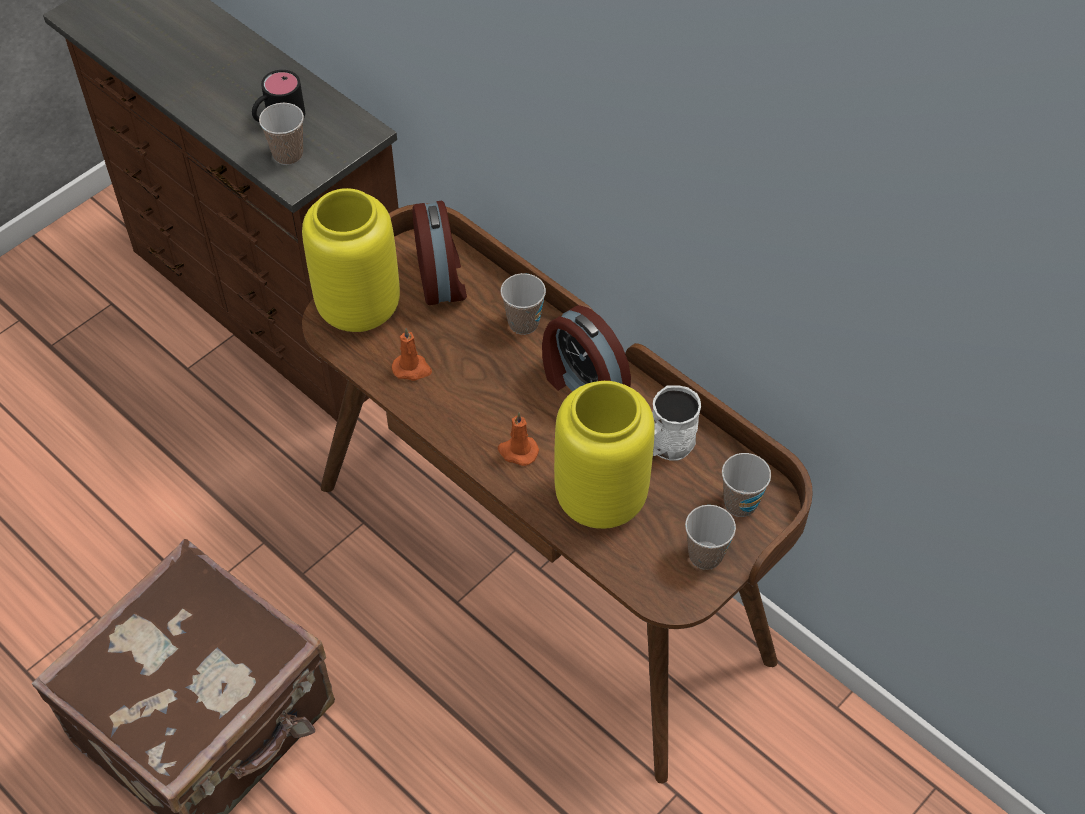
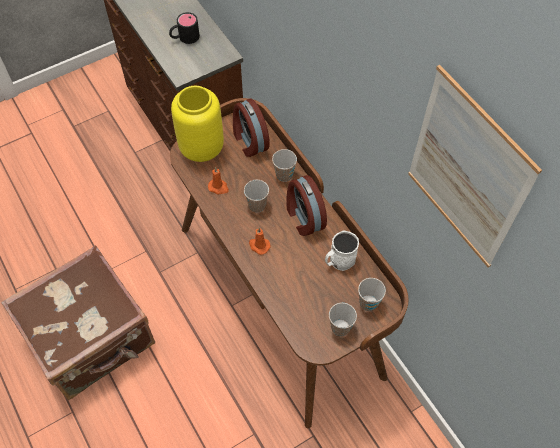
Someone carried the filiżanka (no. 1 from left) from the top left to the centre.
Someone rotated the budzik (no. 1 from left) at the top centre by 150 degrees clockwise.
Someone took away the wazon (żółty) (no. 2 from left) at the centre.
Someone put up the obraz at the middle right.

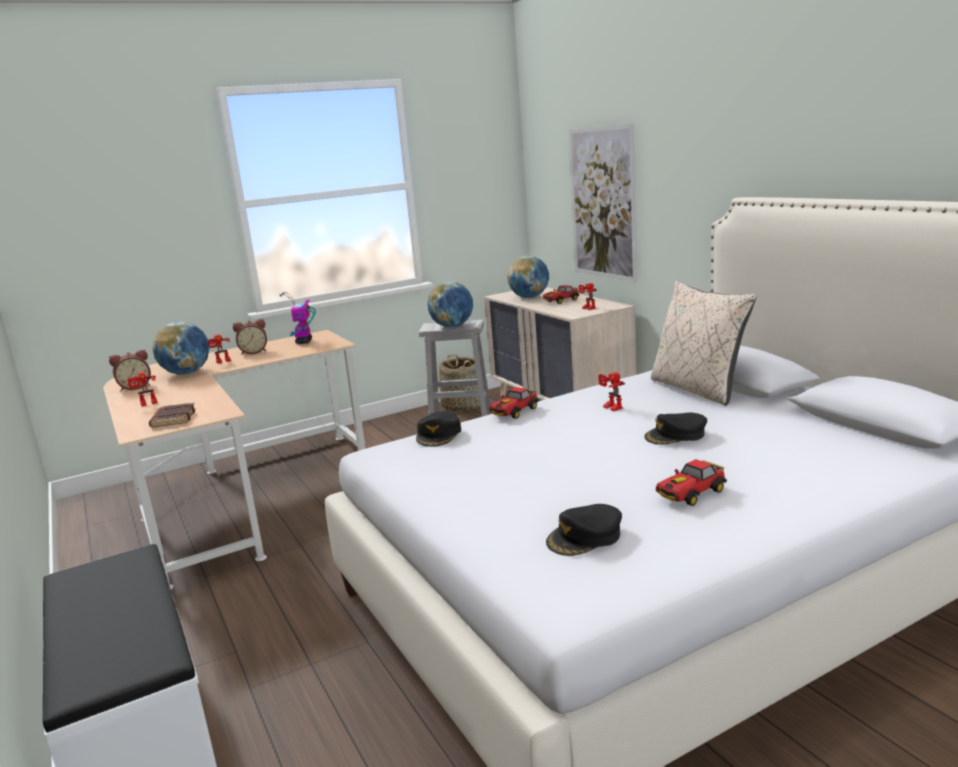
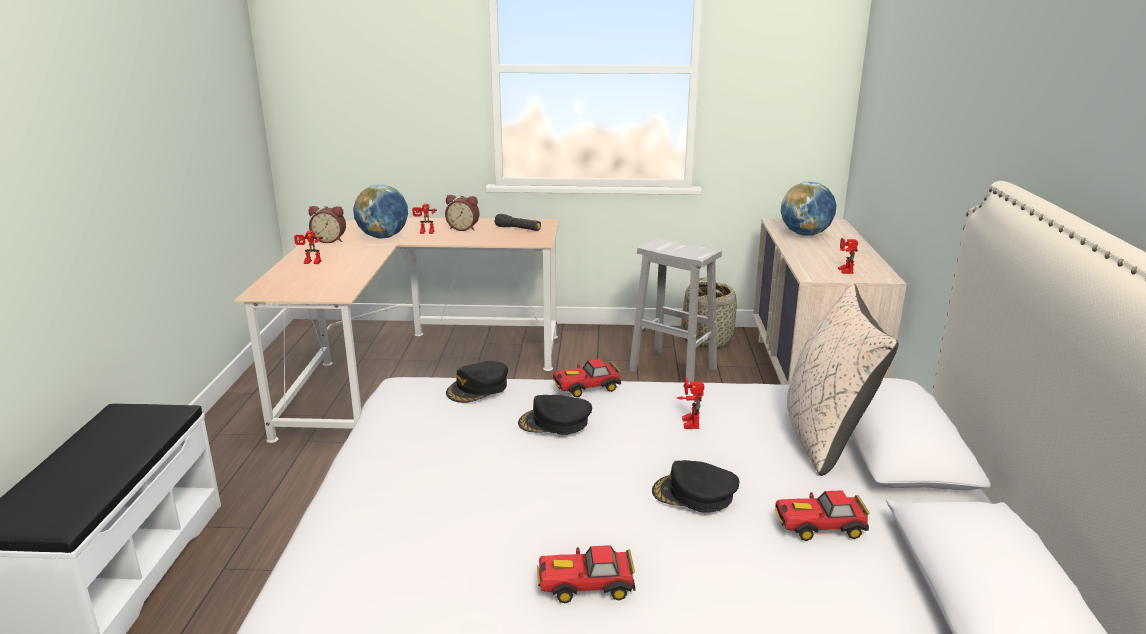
Someone took away the obraz at the top centre.
Someone took away the globus (no. 2 from left) at the centre.
Someone carried the samochodzik (no. 2 from left in the first image) from the centre to the bottom right.
Someone swapped the robot zabawkowy (no. 3 from left) at the middle left for the latarka (czarny) at the centre.
Someone took away the książka (brązowy) at the middle left.
Someone carried the czapka z daszkiem (czarny) (no. 2 from left) from the bottom centre to the centre.

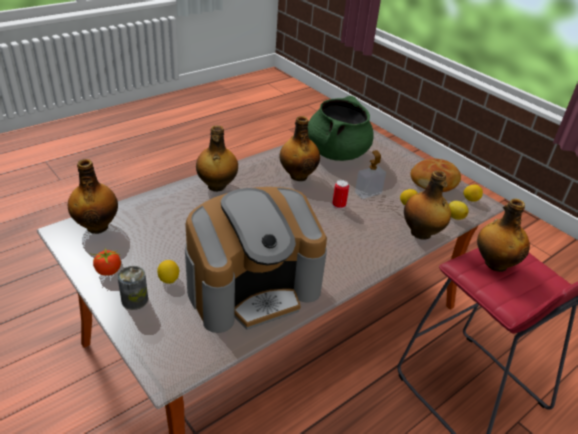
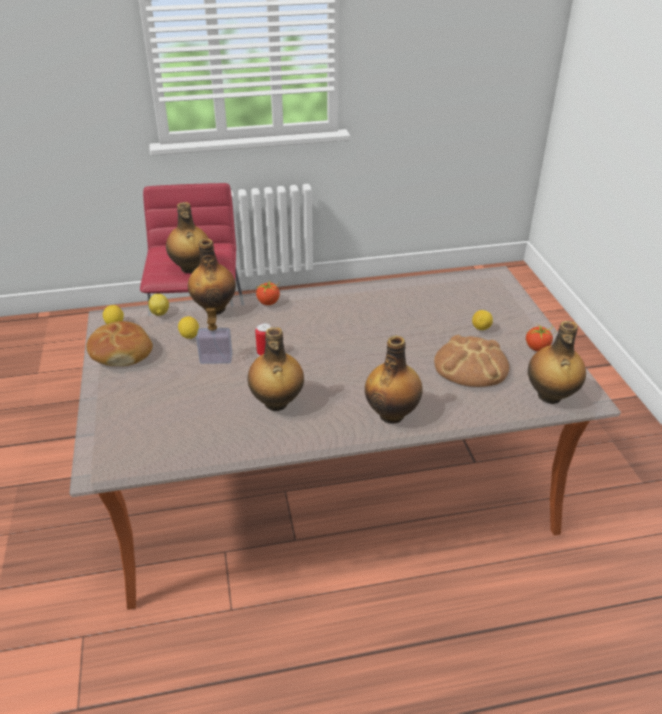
Someone took away the garnek (zielony) at the top centre.
Someone took away the ekspres do kawy at the centre.
Someone took away the puszka (no. 1 from left) at the middle left.
Someone put down the pomidor (no. 1 from left) at the centre.
Someone put down the chleb (no. 2 from left) at the middle right.

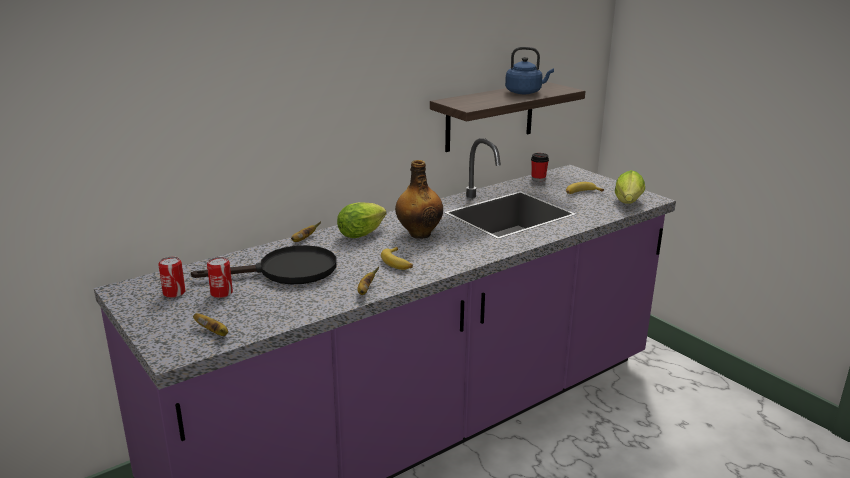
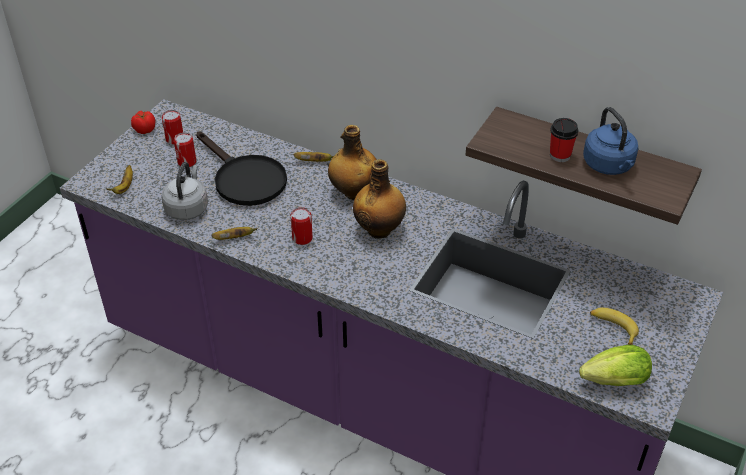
Someone carried the filiżanka from the centre to the top right.
Someone swapped the sałata (no. 1 from left) at the centre for the butelka (no. 1 from left) at the centre.
Someone swapped the banan (no. 4 from left) at the centre for the puszka (no. 3 from left) at the centre.
Someone put down the pomidor at the top left.
Someone put down the czajnik (szary) at the middle left.

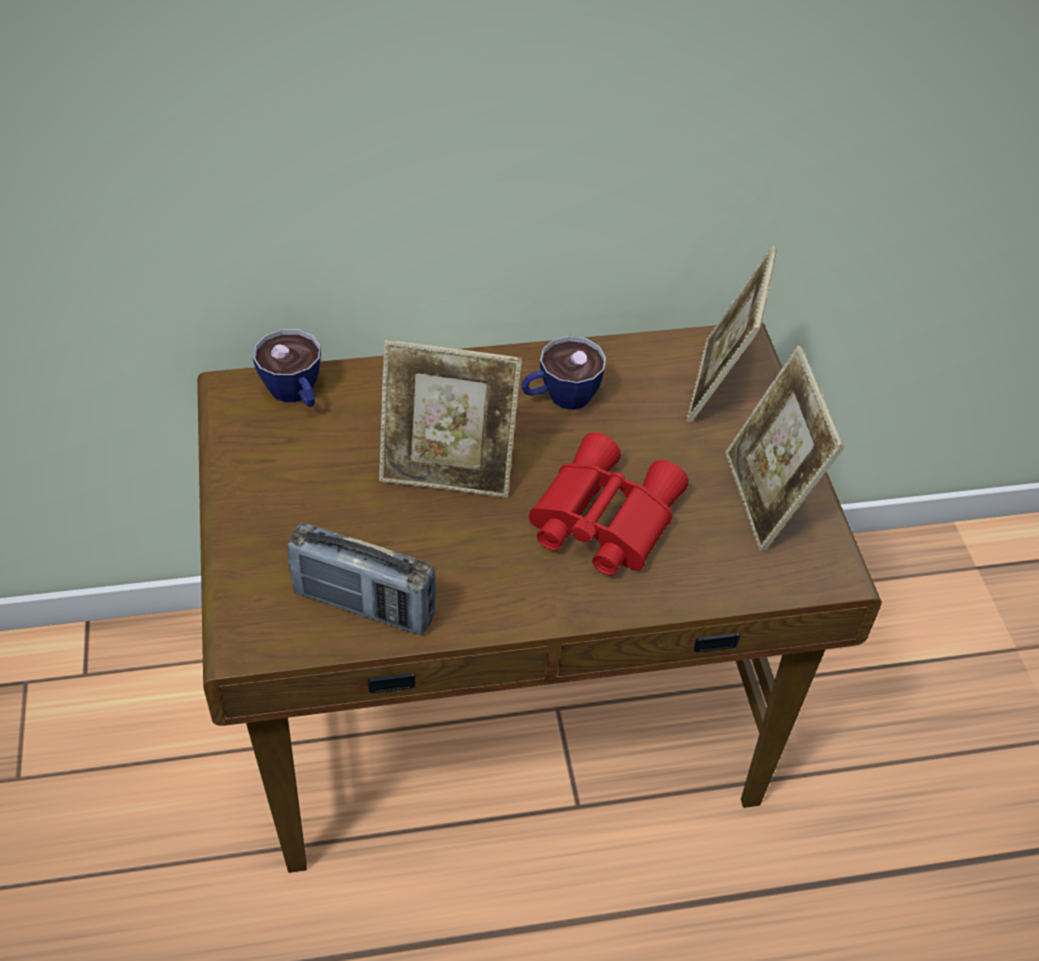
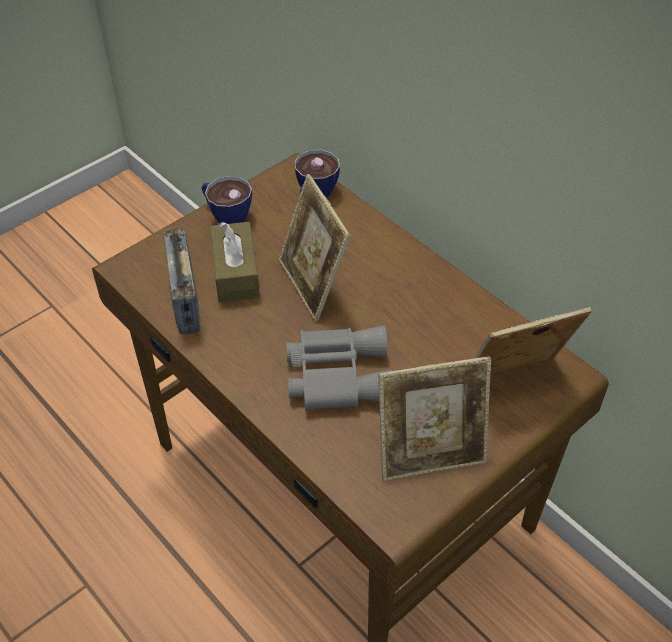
Someone carried the filiżanka (no. 2 from left in the first image) from the centre to the top centre.
Someone rotated the ramka na zdjęcie (no. 3 from left in the first image) at the middle right by 150 degrees counterclockwise.
Someone repainted the lornetka (czerwony) at the centre, which became the lornetka (szary) at the centre.
Someone put down the pudełko chusteczek (brązowy) at the centre.

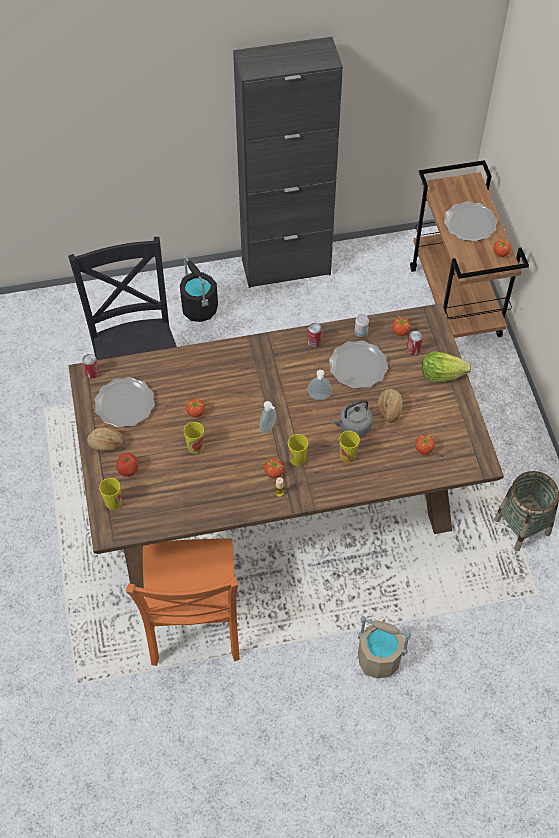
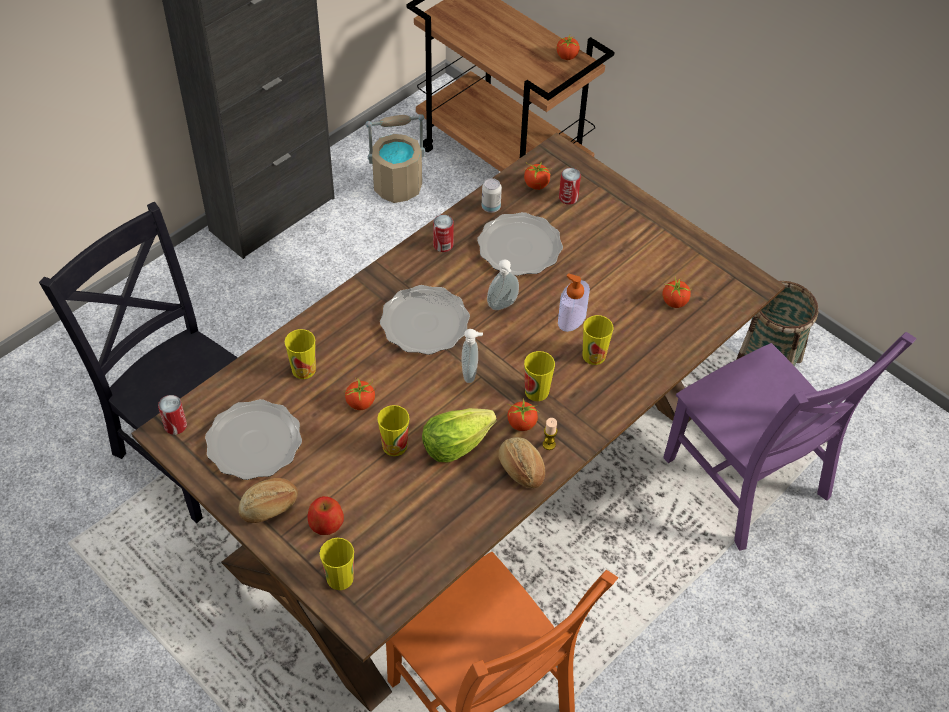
Someone carried the talerz (no. 3 from left in the first image) from the top right to the centre.
Someone took away the wiadro (czarny) at the centre.
Someone carried the sałata from the middle right to the centre.
Someone carried the chleb (no. 2 from left) from the middle right to the centre.
Someone swapped the czajnik (szary) at the centre for the dozownik mydła (no. 3 from left) at the centre.
Someone carried the wiadro (beżowy) from the bottom right to the top centre.
Someone put down the filiżanka (no. 1 from left) at the middle left.
Someone put down the krzesło (fioletowy) at the middle right.

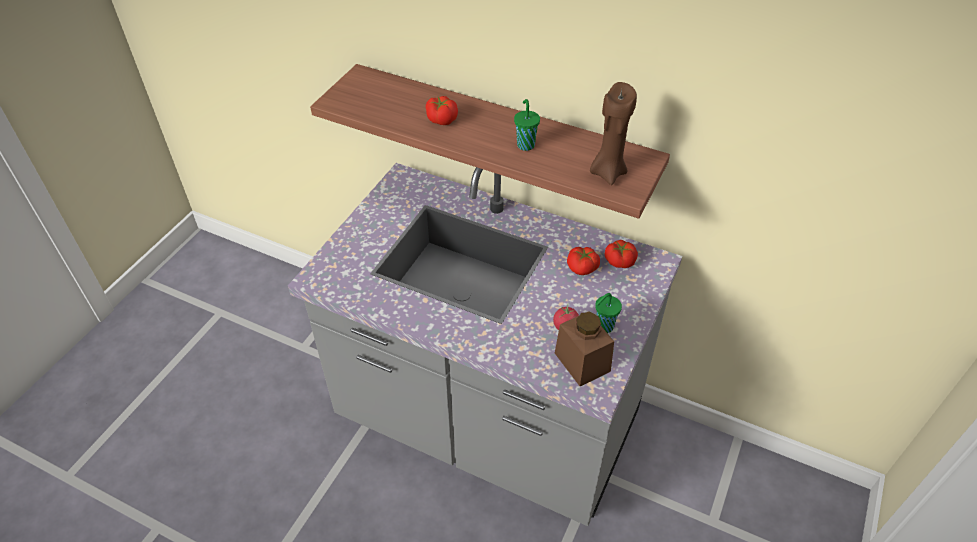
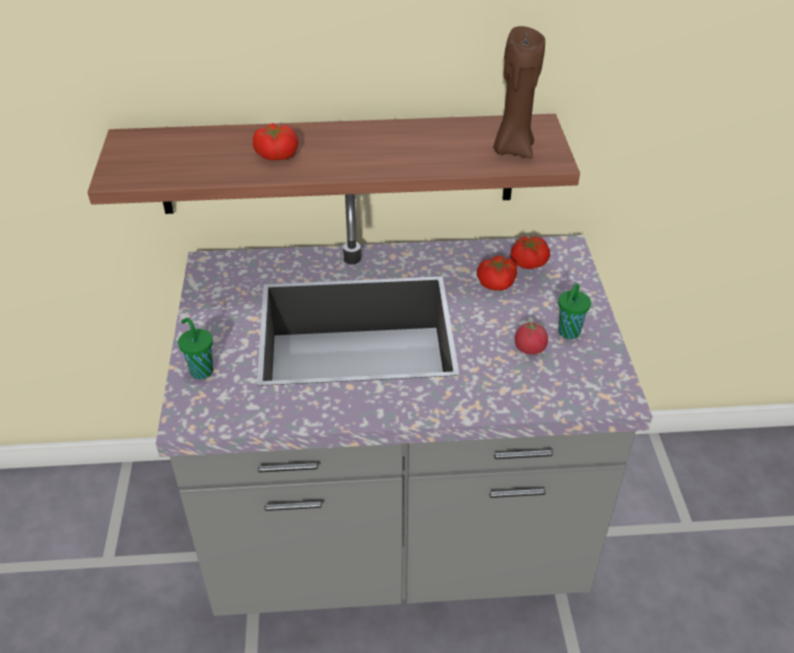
Someone carried the filiżanka (zielony) (no. 1 from left) from the top centre to the middle left.
Someone took away the słoik (brązowy) at the centre.

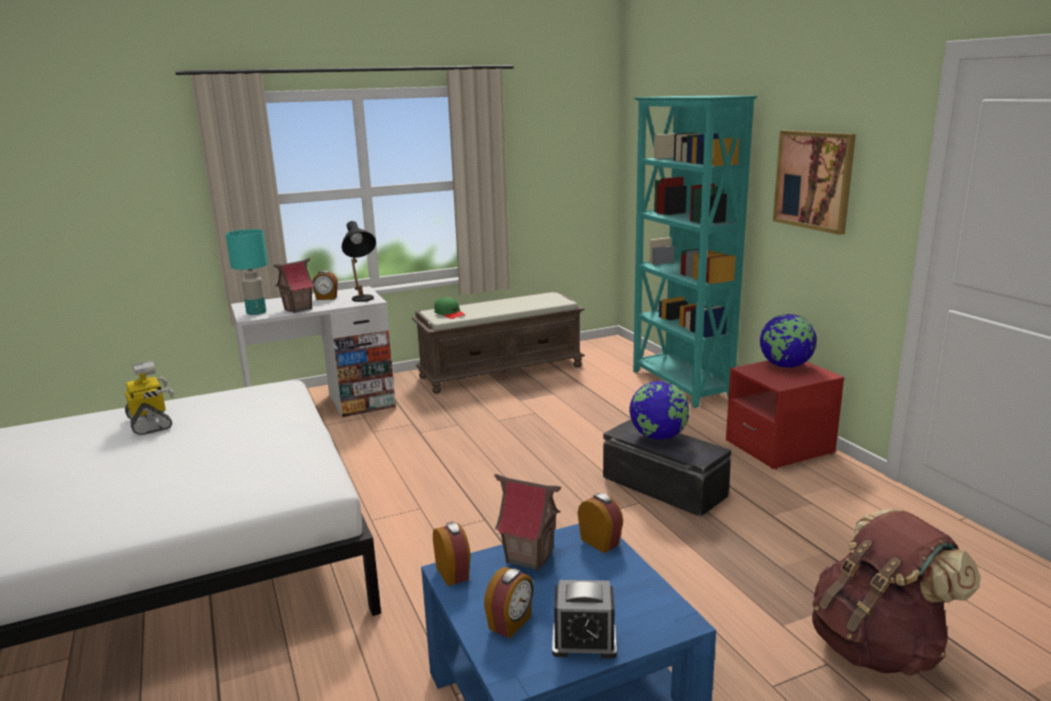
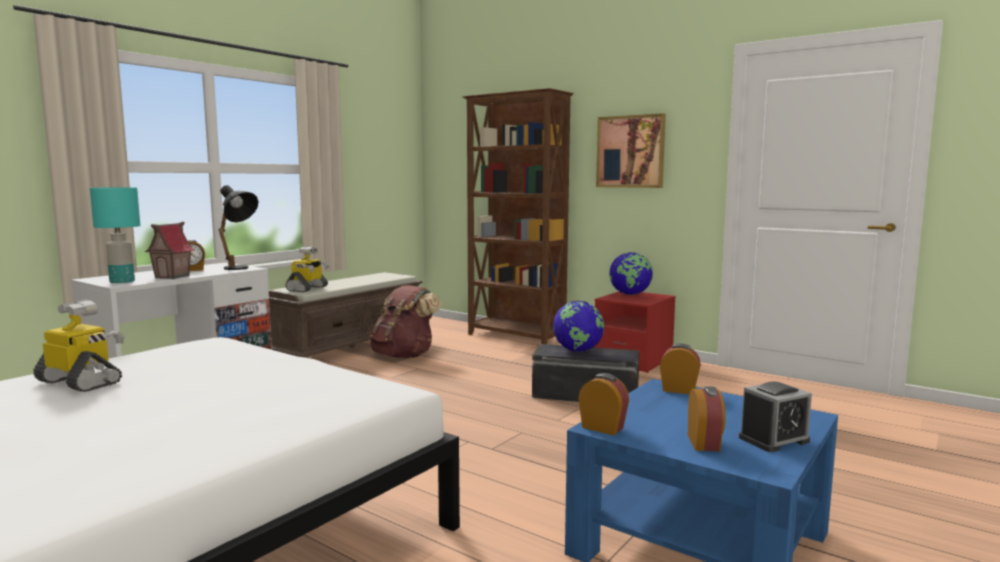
Someone repainted the regał (turkusowy) at the centre, which became the regał (brązowy) at the centre.
Someone swapped the czapka z daszkiem (zielony) at the centre for the robot zabawkowy (no. 2 from left) at the middle left.
Someone took away the domek (no. 2 from left) at the bottom centre.
Someone carried the plecak (brązowy) from the bottom right to the centre.

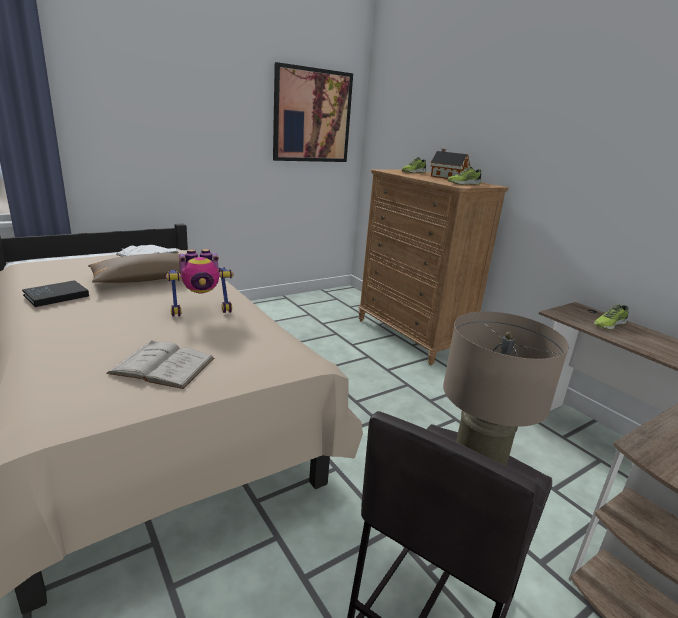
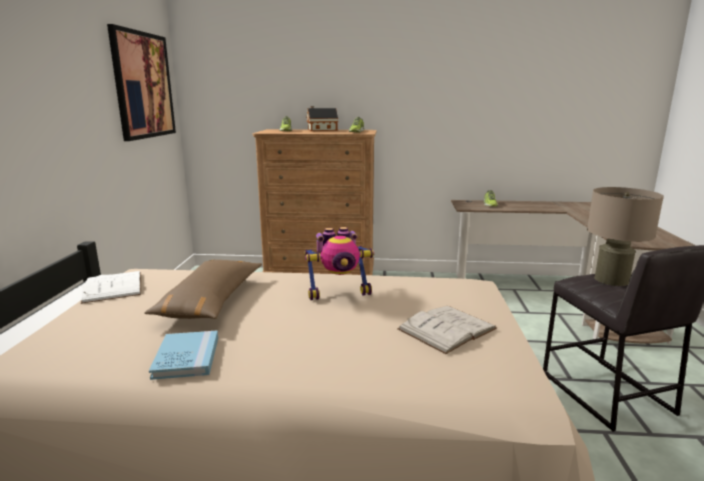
Someone rotated the robot zabawkowy at the middle left by 60 degrees clockwise.
Someone repainted the książka (czarny) at the middle left, which became the książka (niebieski) at the bottom left.

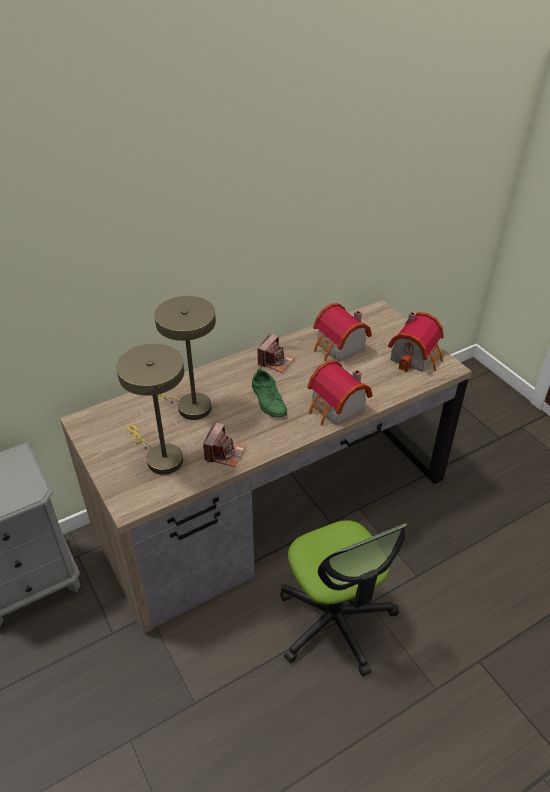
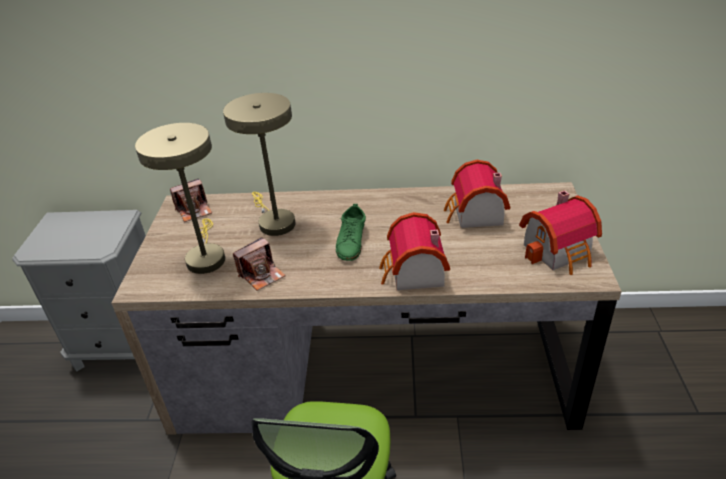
Someone carried the aparat fotograficzny (no. 2 from left in the first image) from the centre to the middle left.

